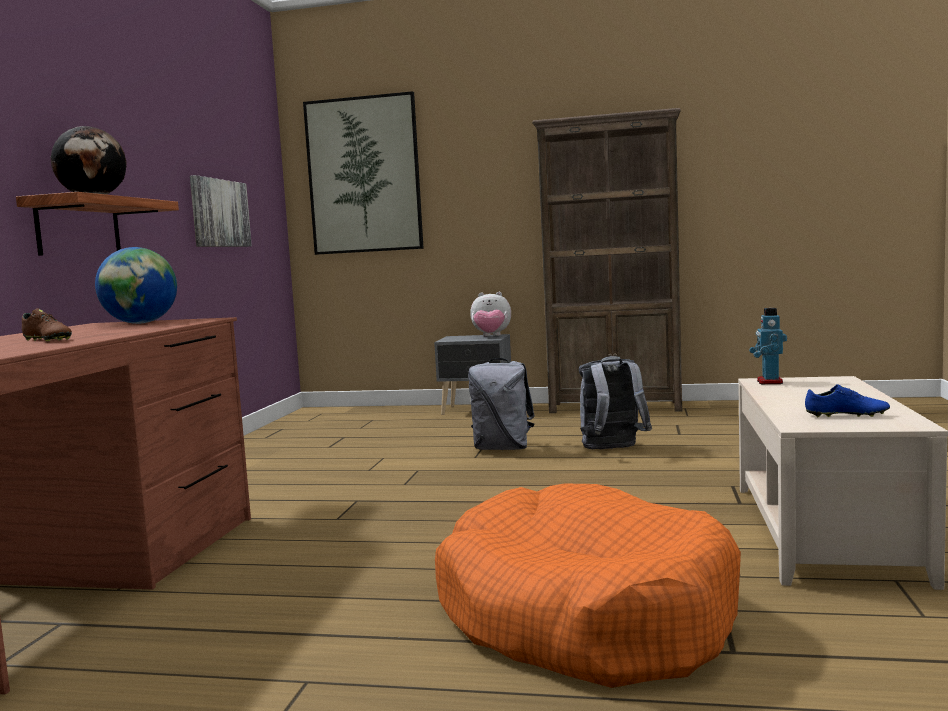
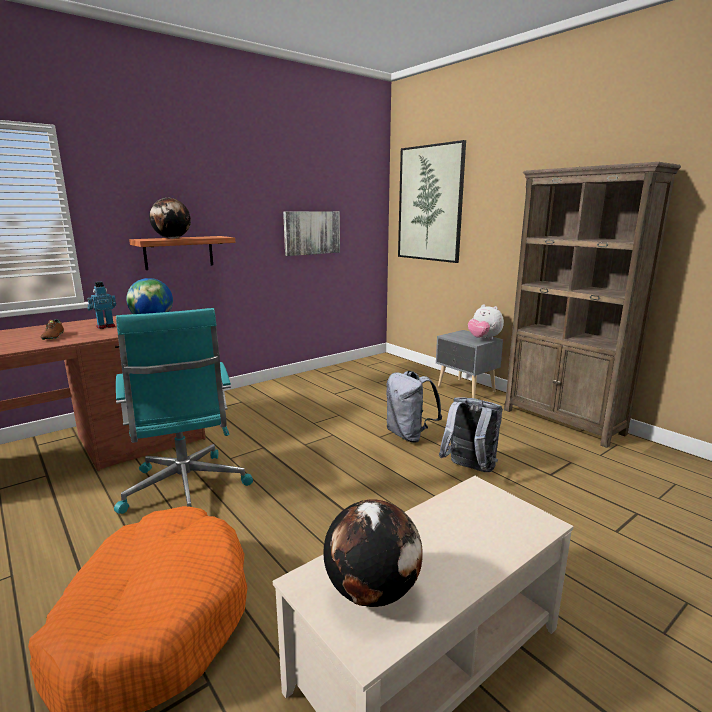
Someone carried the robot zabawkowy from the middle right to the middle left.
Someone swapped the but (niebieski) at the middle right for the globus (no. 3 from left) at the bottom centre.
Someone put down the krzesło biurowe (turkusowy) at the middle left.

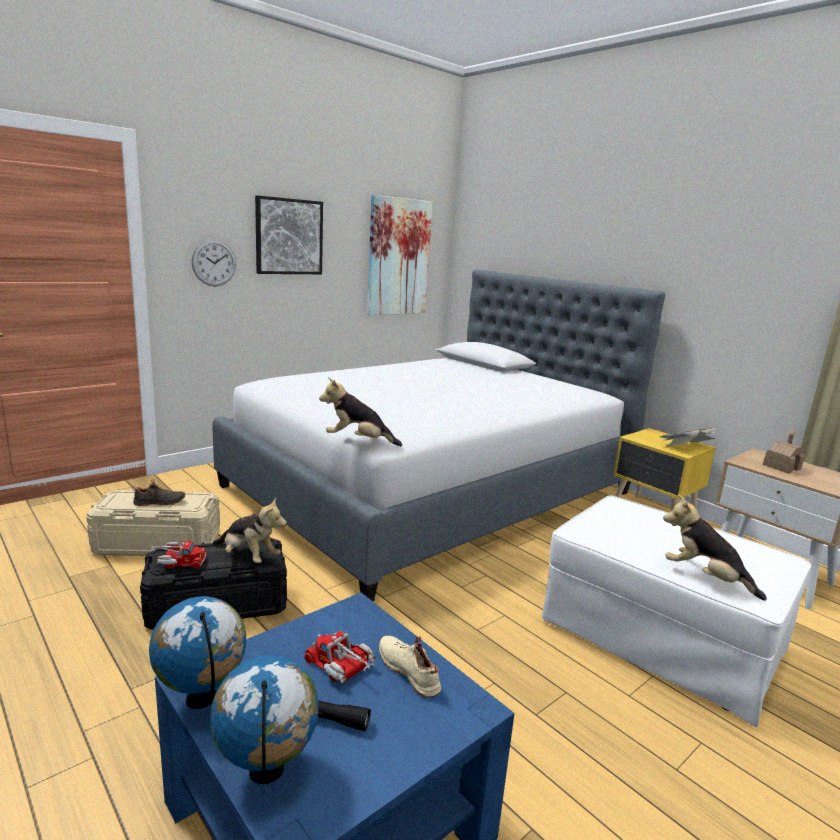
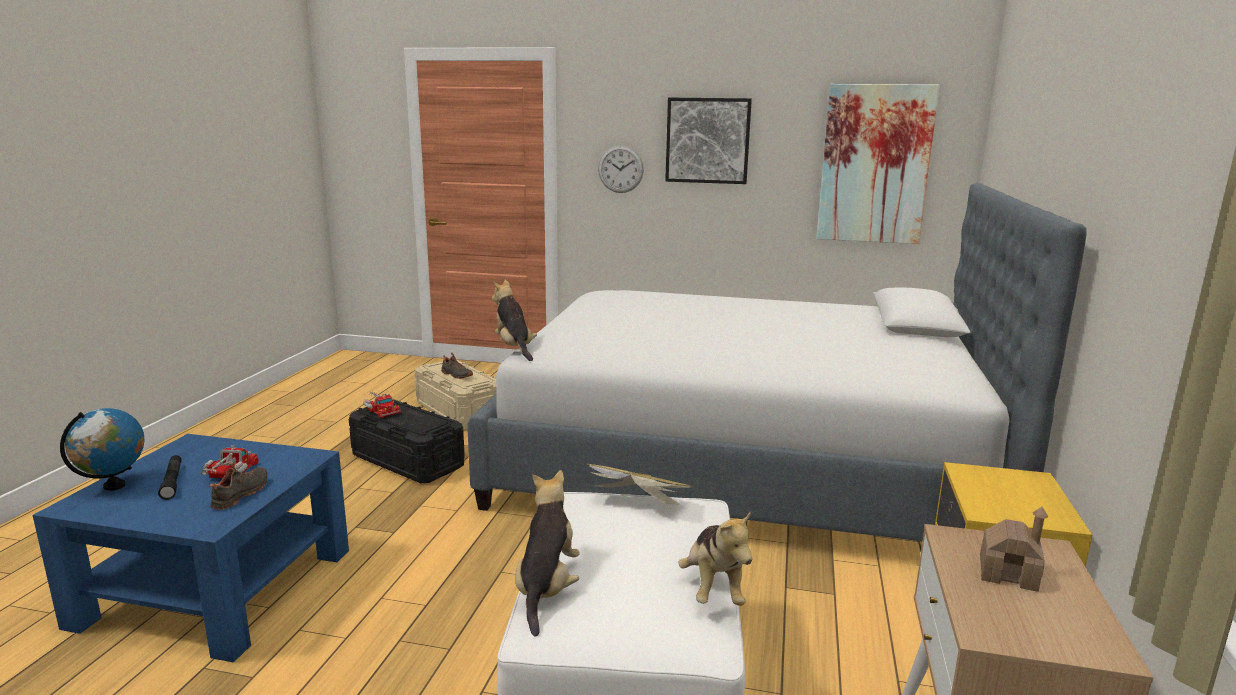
Someone carried the książka from the middle right to the bottom centre.
Someone carried the pluszak (no. 1 from left in the first image) from the middle left to the bottom centre.
Someone took away the globus (no. 1 from left) at the bottom left.
Someone repainted the but (beżowy) at the bottom centre, which became the but (czarny) (no. 1 from left) at the bottom left.

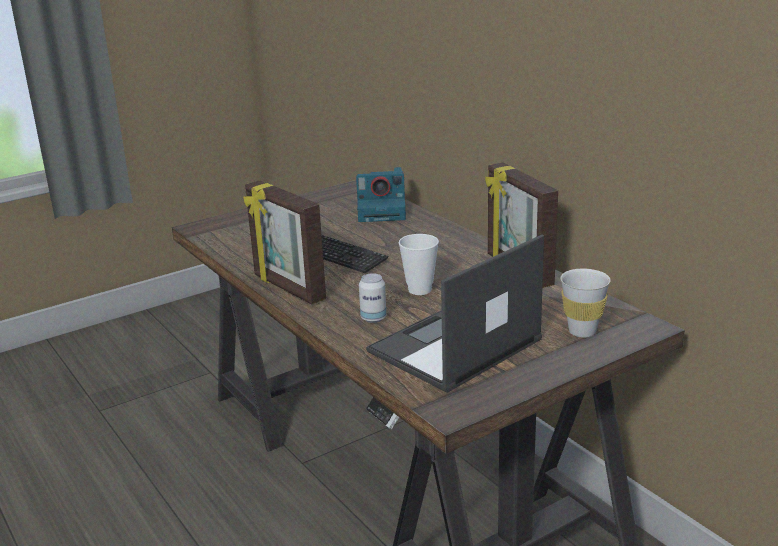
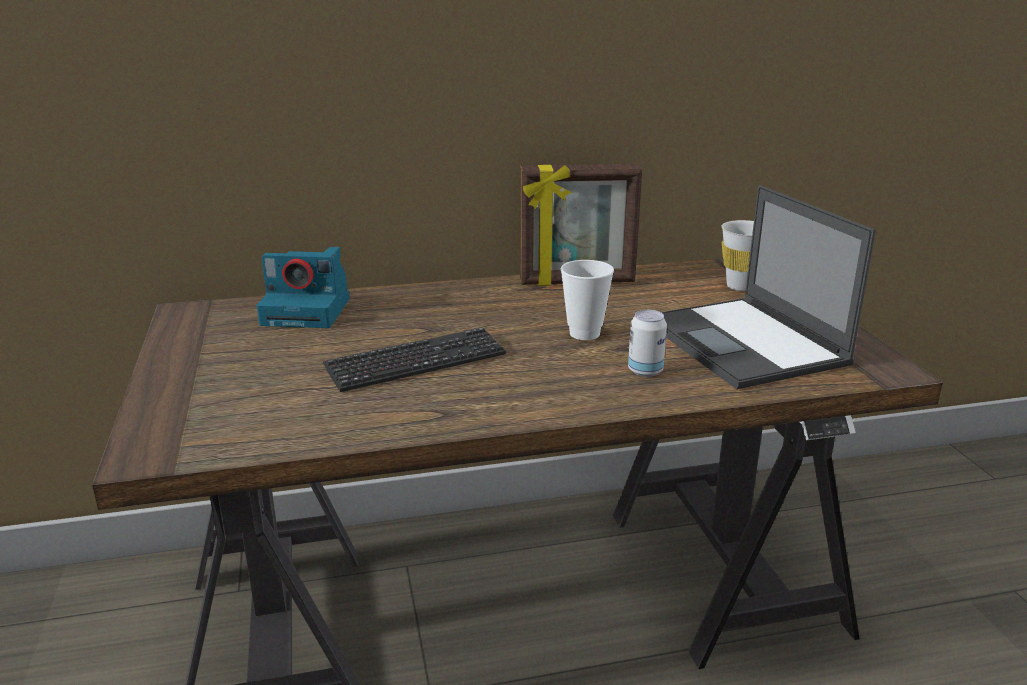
Someone rotated the aparat fotograficzny at the centre by 75 degrees clockwise.
Someone took away the ramka na zdjęcie (no. 1 from left) at the centre.

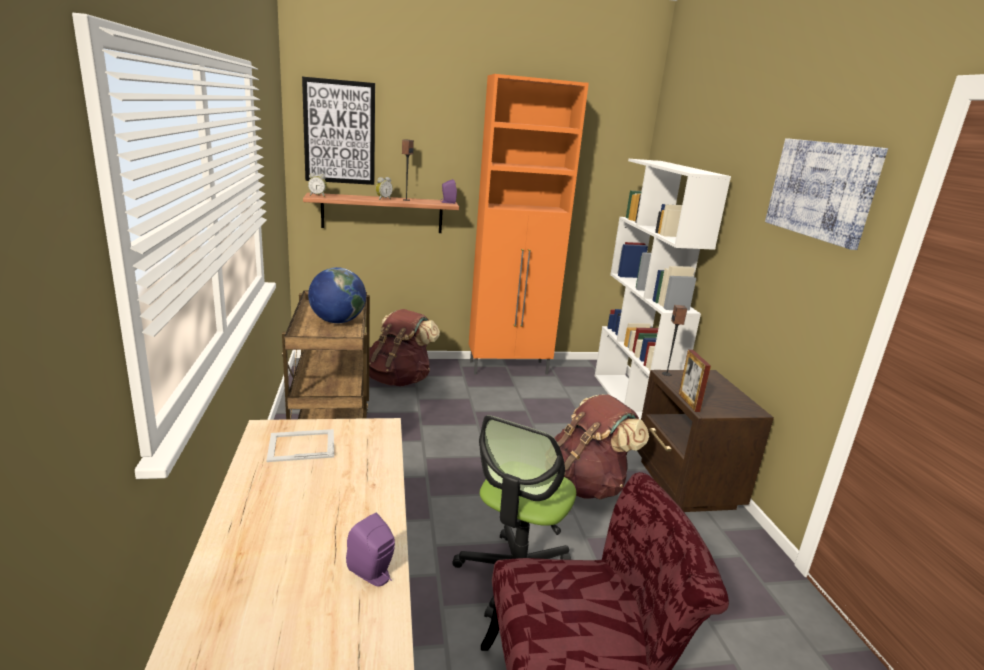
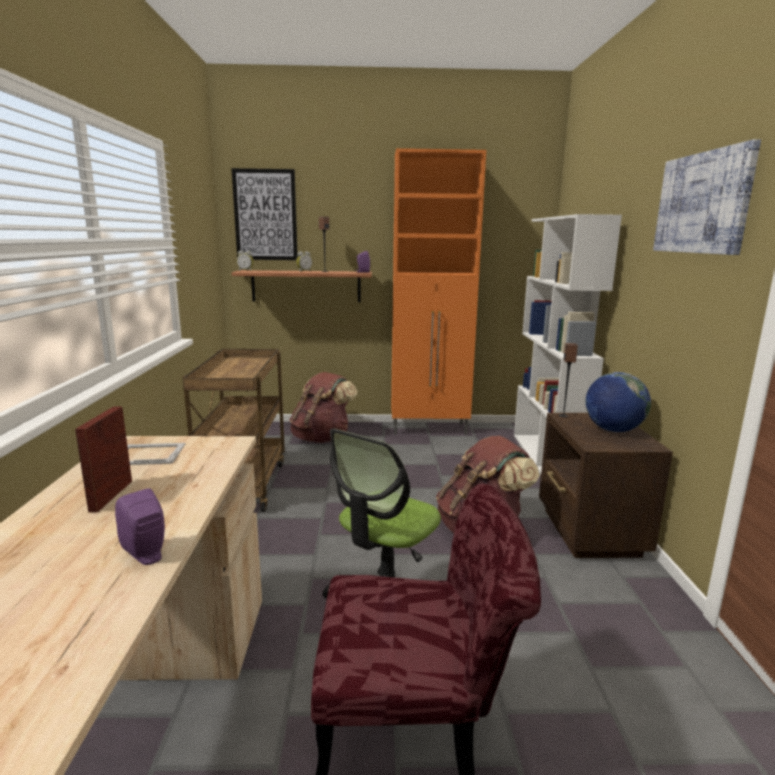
Someone carried the globus from the centre to the middle right.
Someone carried the ramka na zdjęcie (no. 2 from left in the first image) from the middle right to the middle left.

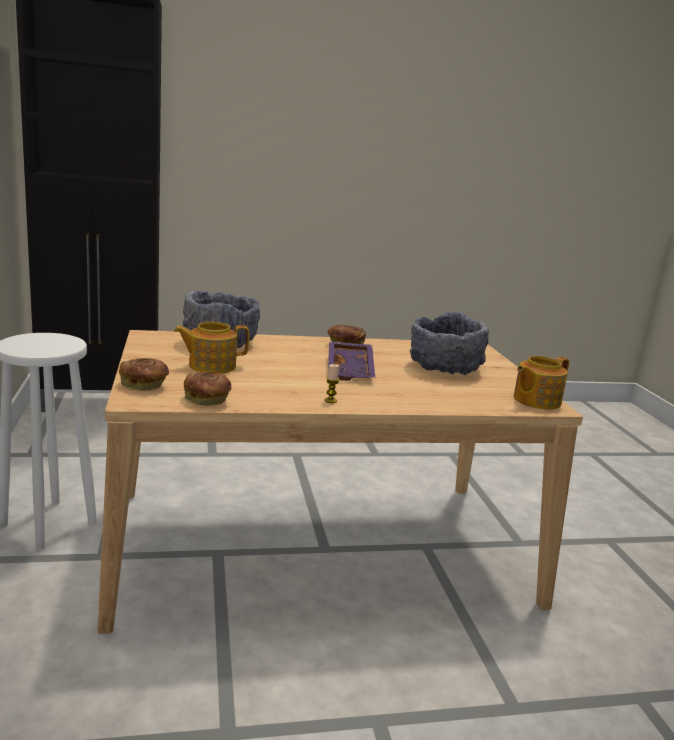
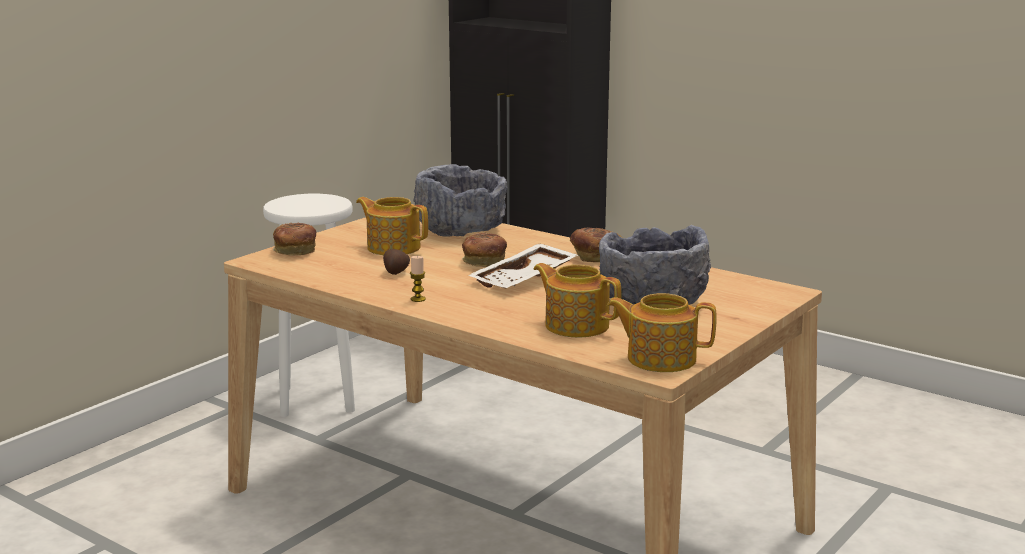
Someone repainted the taca (fioletowy) at the centre, which became the taca (biały) at the centre.
Someone carried the chleb (no. 2 from left) from the middle left to the centre.
Someone put down the ziemniak at the centre.
Someone put down the imbryk (no. 2 from left) at the centre.

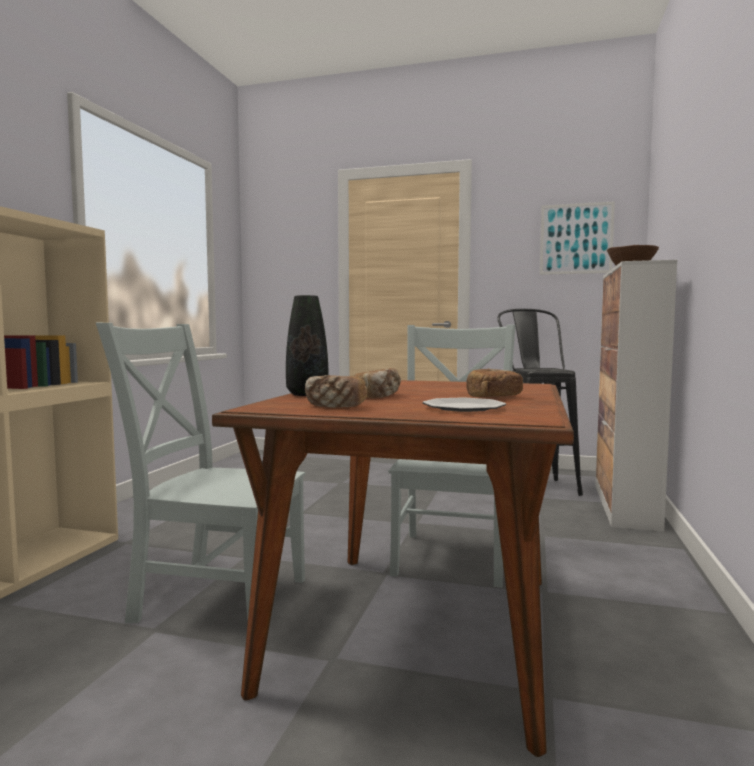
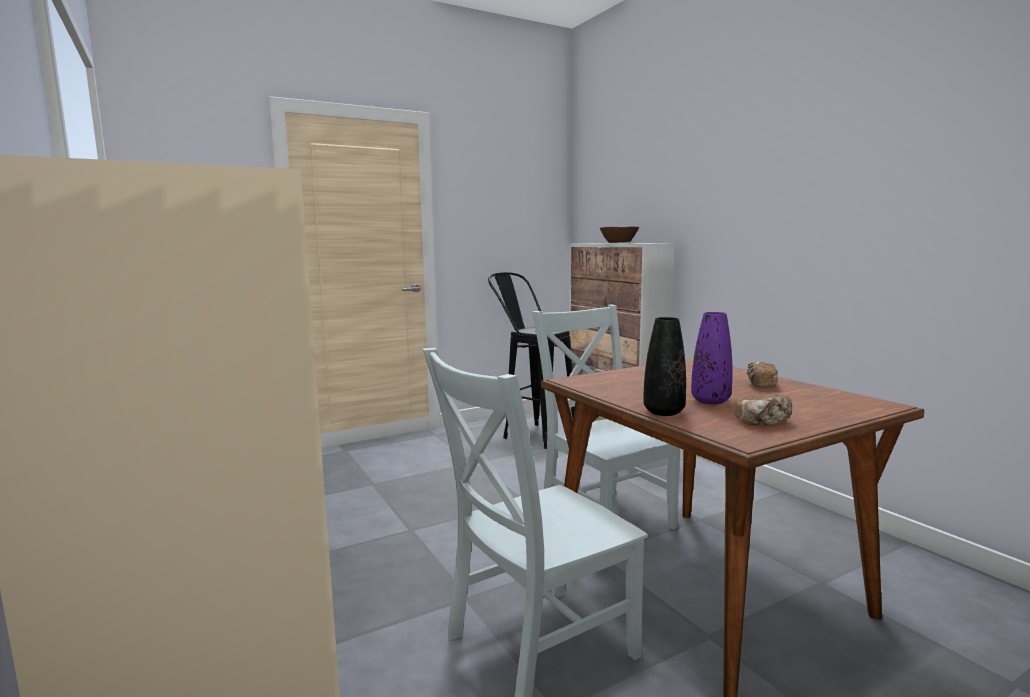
Someone took away the obraz at the top right.
Someone swapped the chleb (no. 2 from left) at the centre for the wazon (fioletowy) at the middle right.
Someone took away the talerz at the centre.

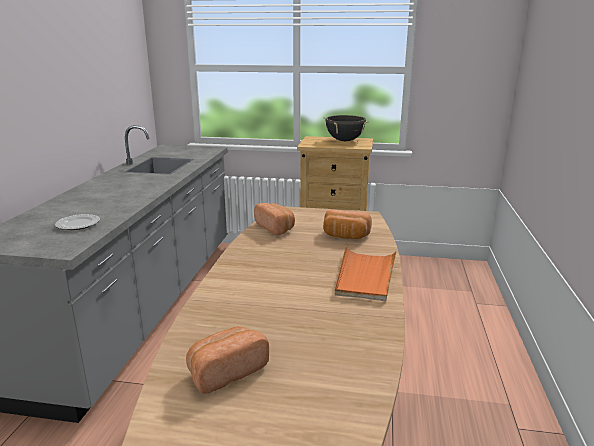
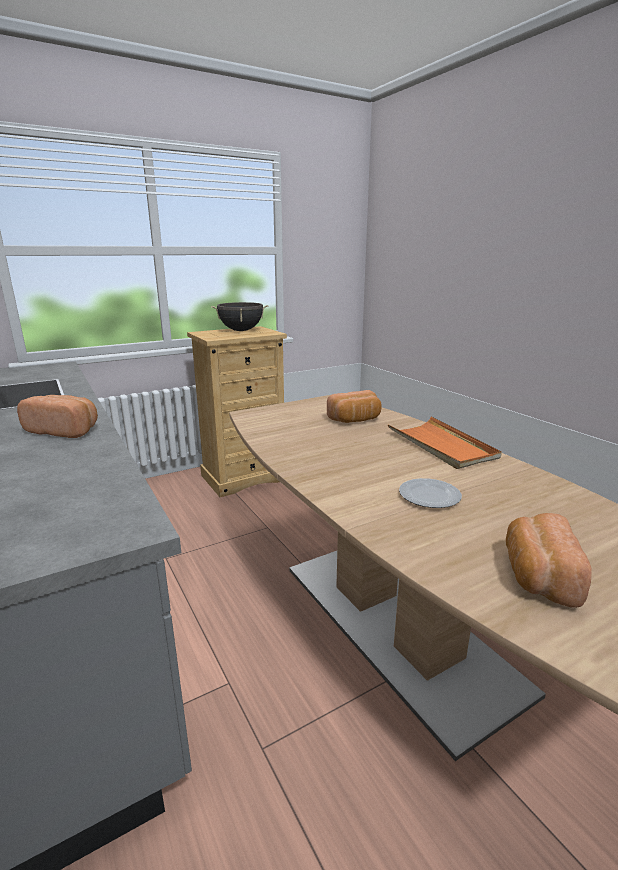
Someone carried the chleb (no. 2 from left in the first image) from the centre to the middle left.
Someone carried the talerz from the middle left to the middle right.

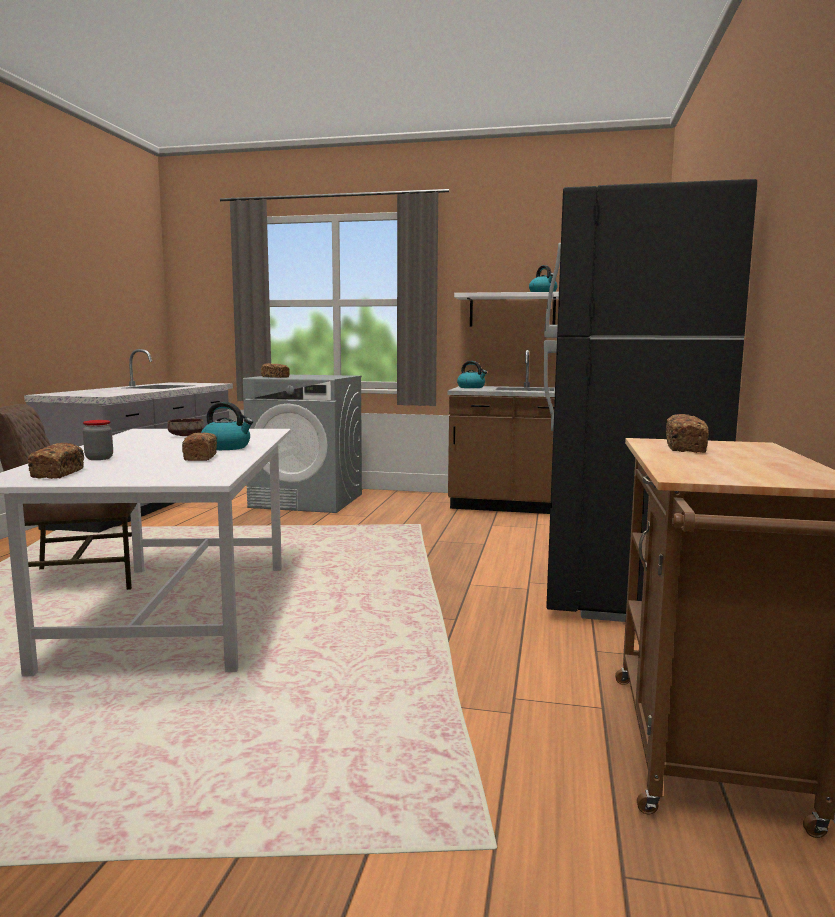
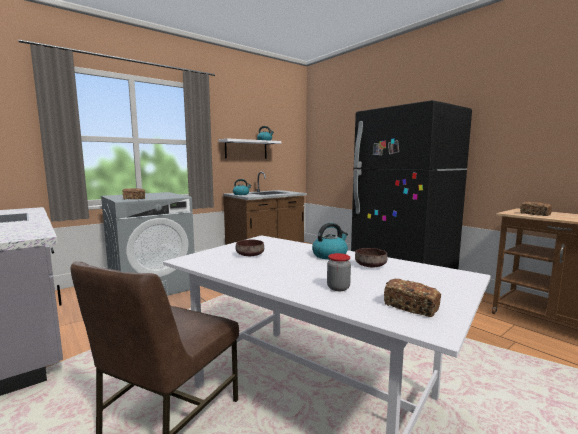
Someone swapped the chleb (no. 2 from left) at the middle left for the miska (brązowy) (no. 2 from left) at the centre.

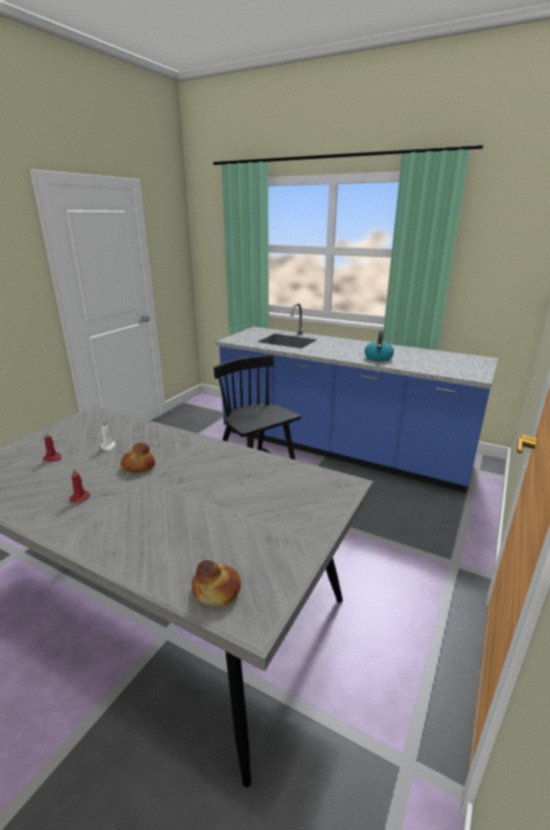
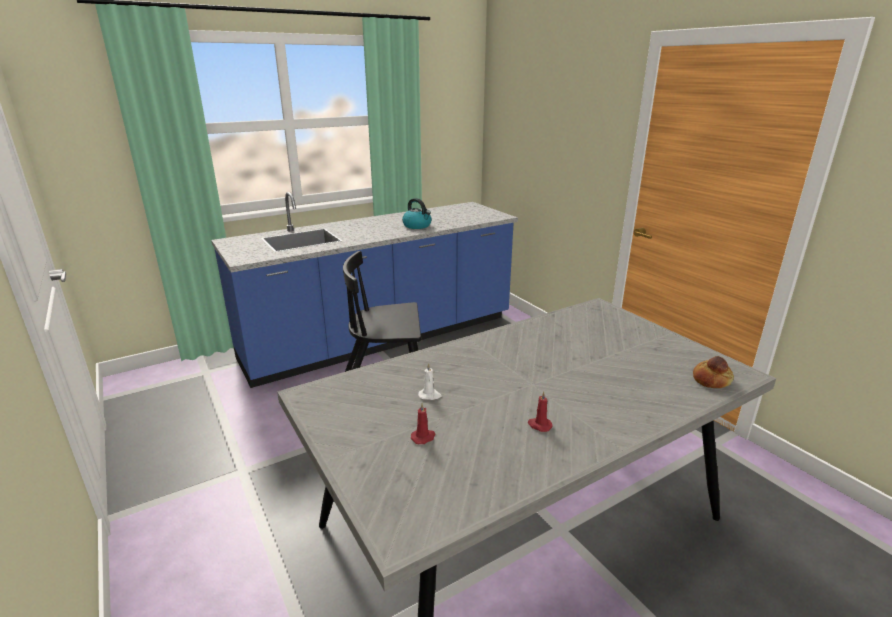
Someone took away the chleb (no. 1 from left) at the middle left.

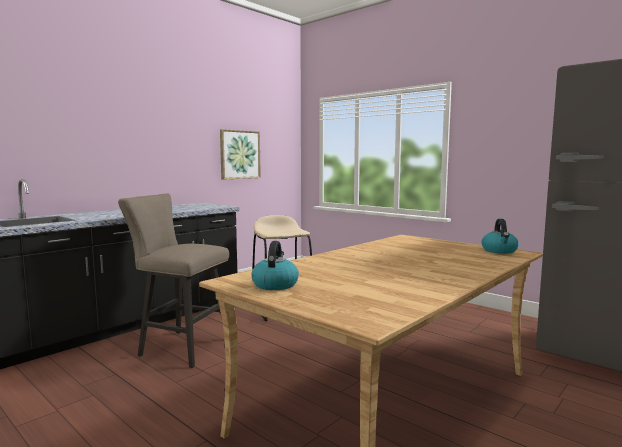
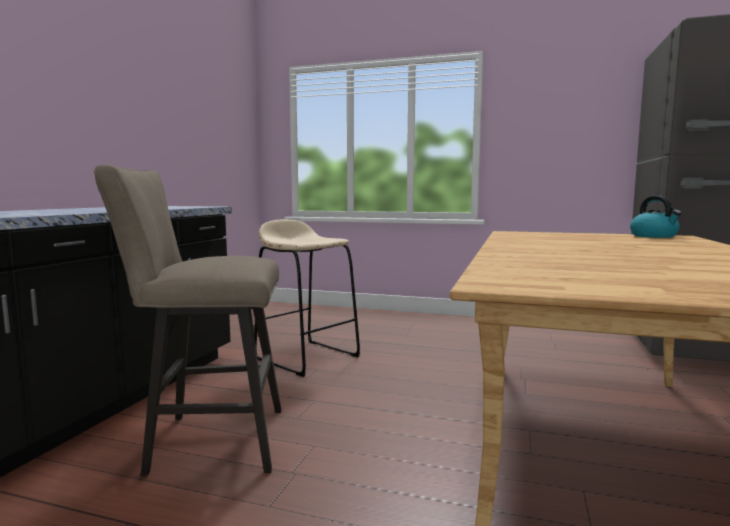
Someone took away the obraz at the centre.
Someone took away the czajnik (no. 1 from left) at the centre.

